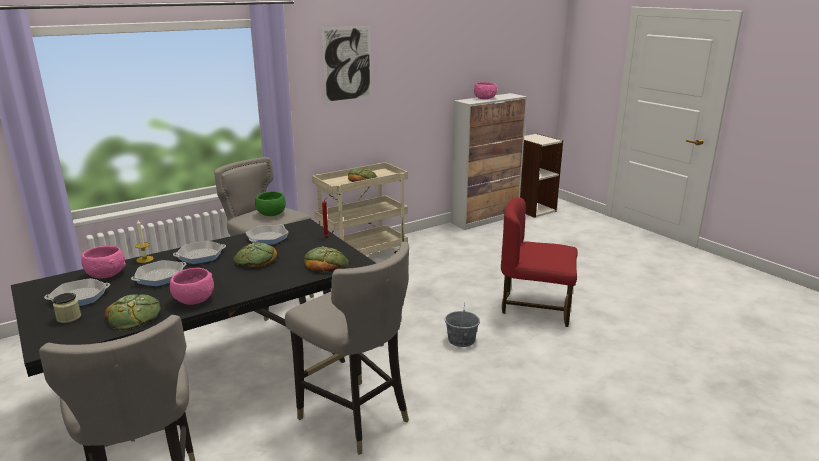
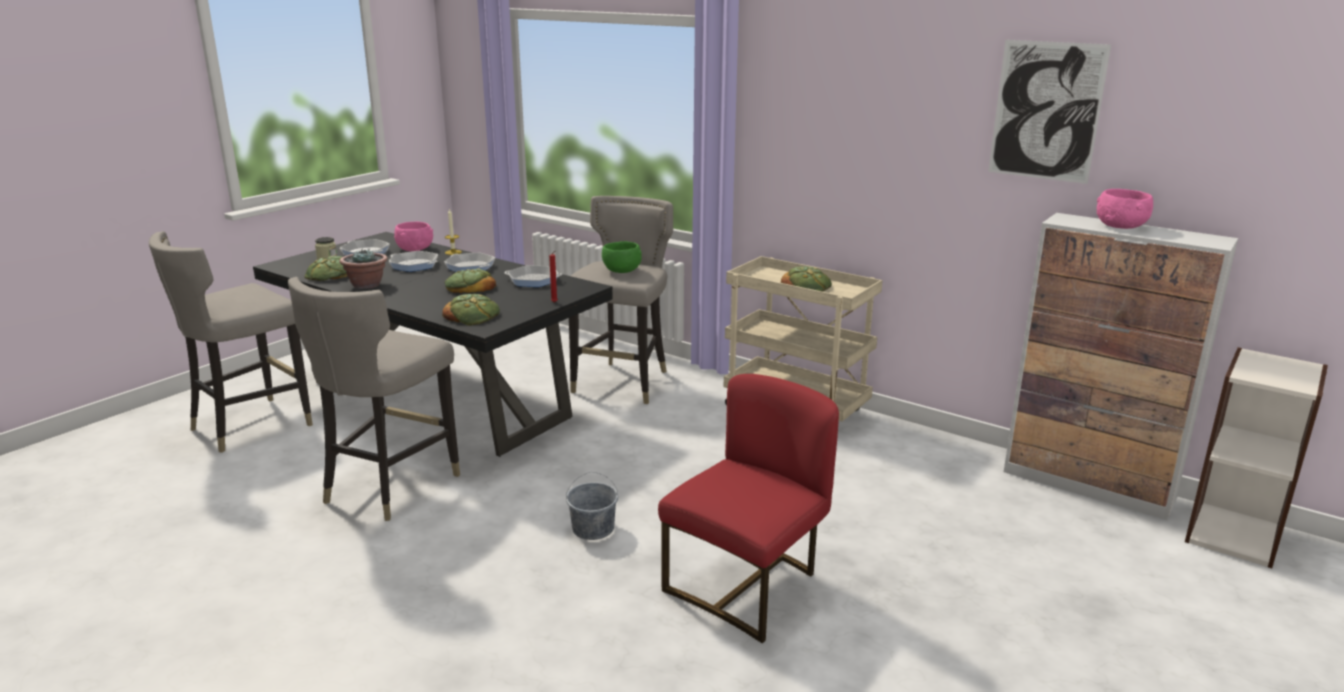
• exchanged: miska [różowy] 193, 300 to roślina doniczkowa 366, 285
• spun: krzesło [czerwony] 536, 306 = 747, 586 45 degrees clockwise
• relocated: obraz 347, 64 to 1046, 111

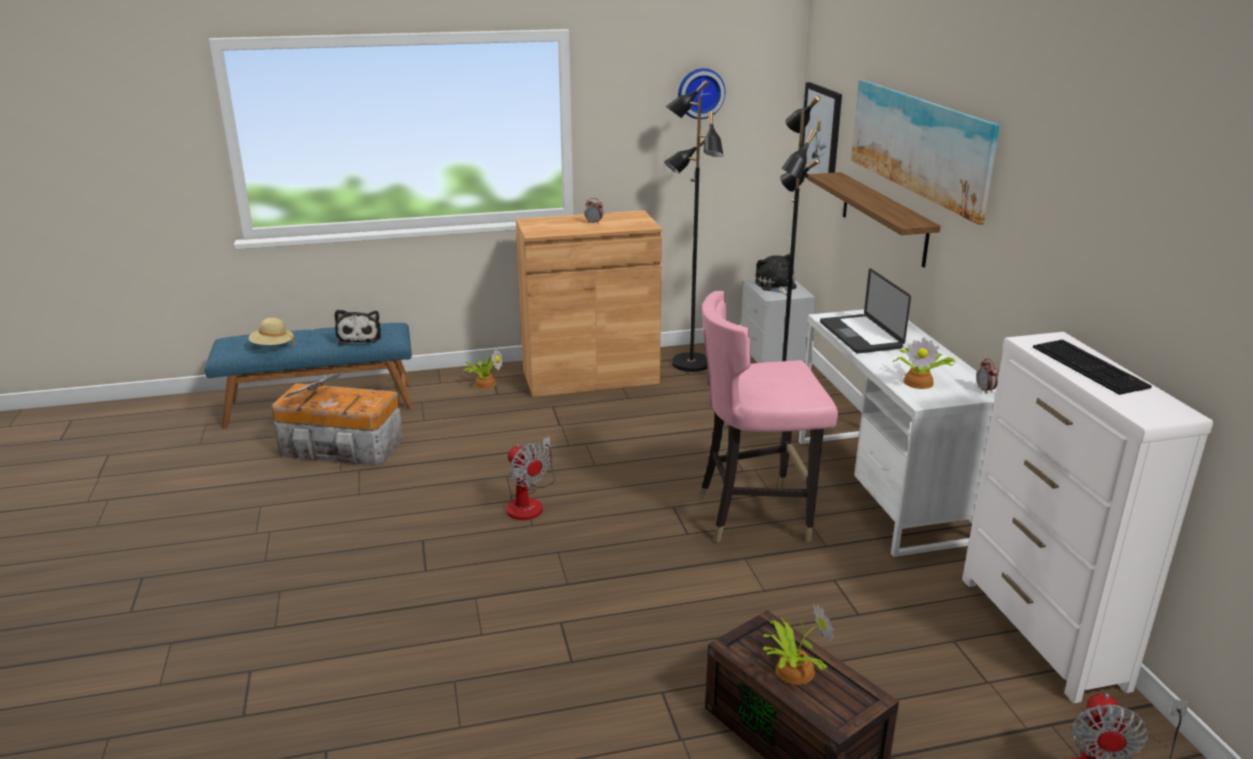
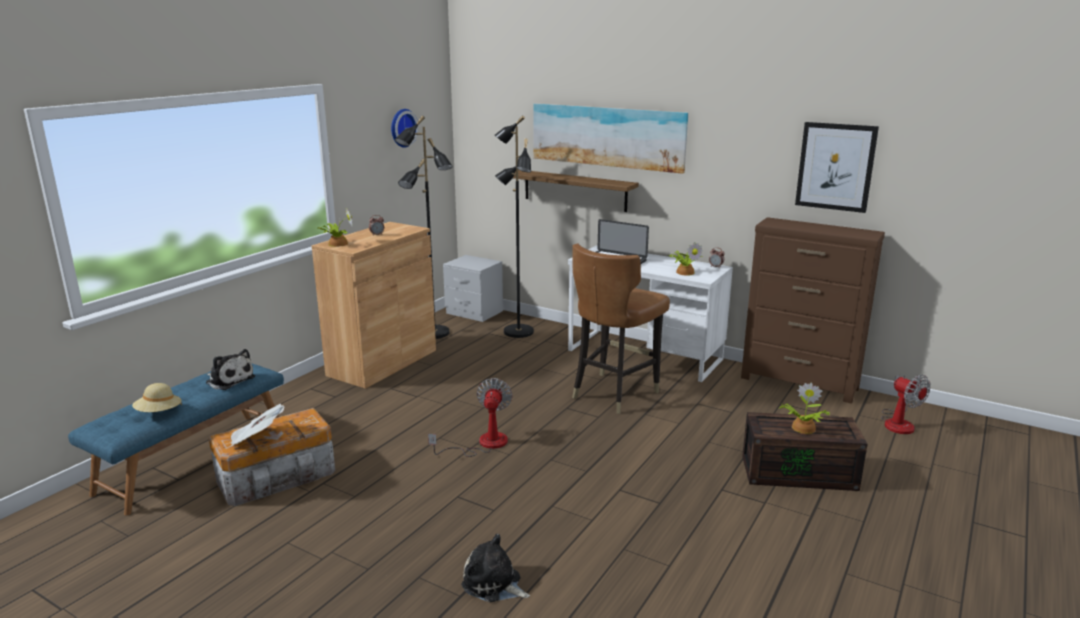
• relocated: roślina doniczkowa 485, 383 to 337, 244
• spun: wentylator 529, 502 = 483, 444 90 degrees counterclockwise
• relocated: pluszak 776, 286 to 494, 584
• colour: krzesło [różowy] 755, 515 to krzesło [brązowy] 613, 393
• colour: komoda [biały] 1041, 632 to komoda [brązowy] 799, 384
• relocated: obraz 821, 135 to 835, 166
• missing: klawiatura 1091, 367

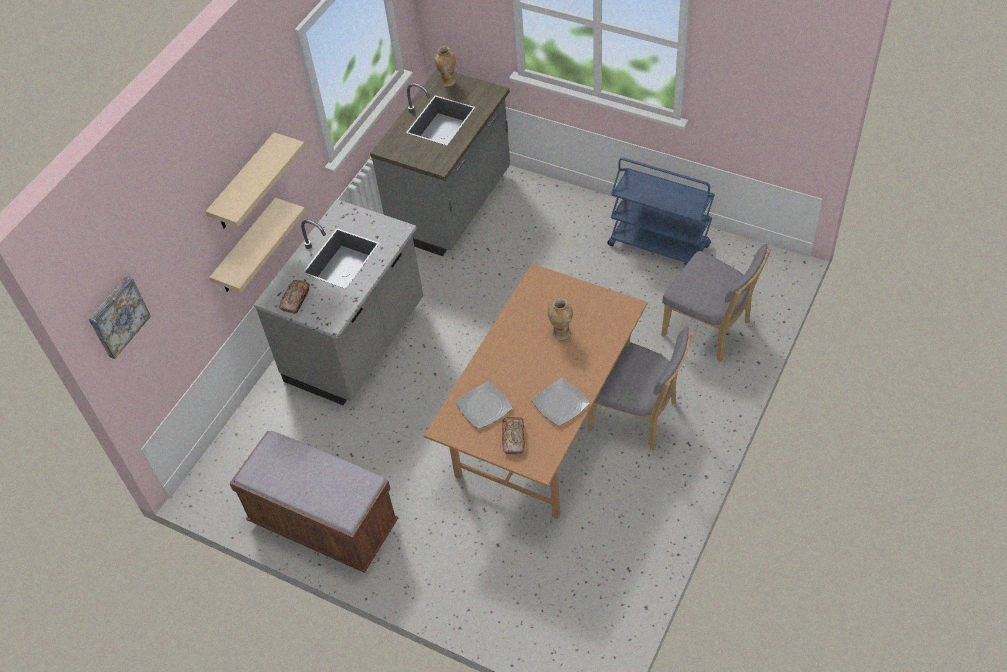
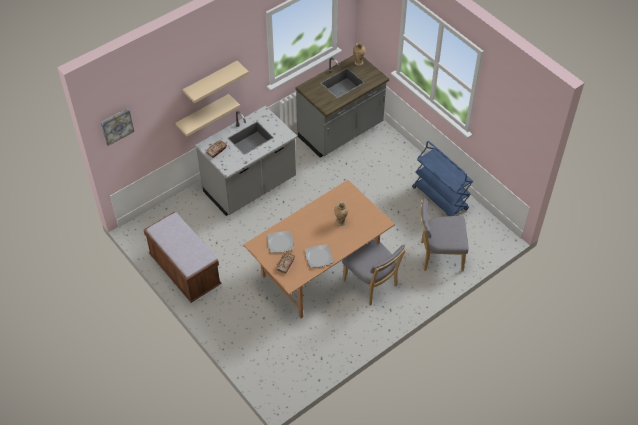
• spun: krzesło [szary] 709, 330 = 439, 256 120 degrees clockwise

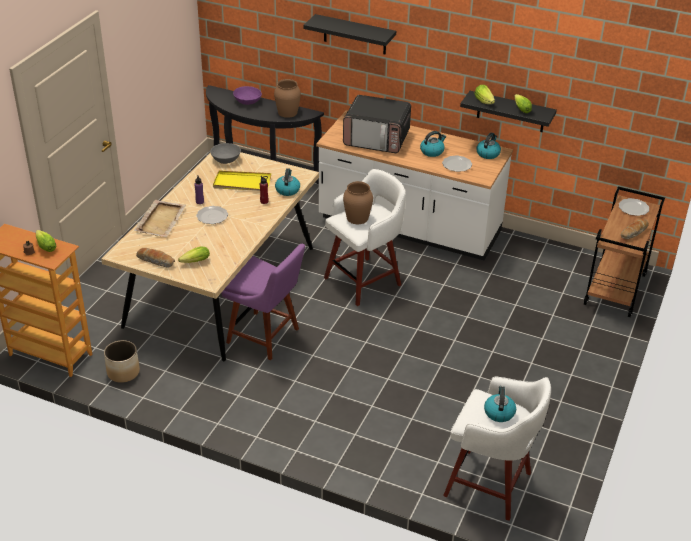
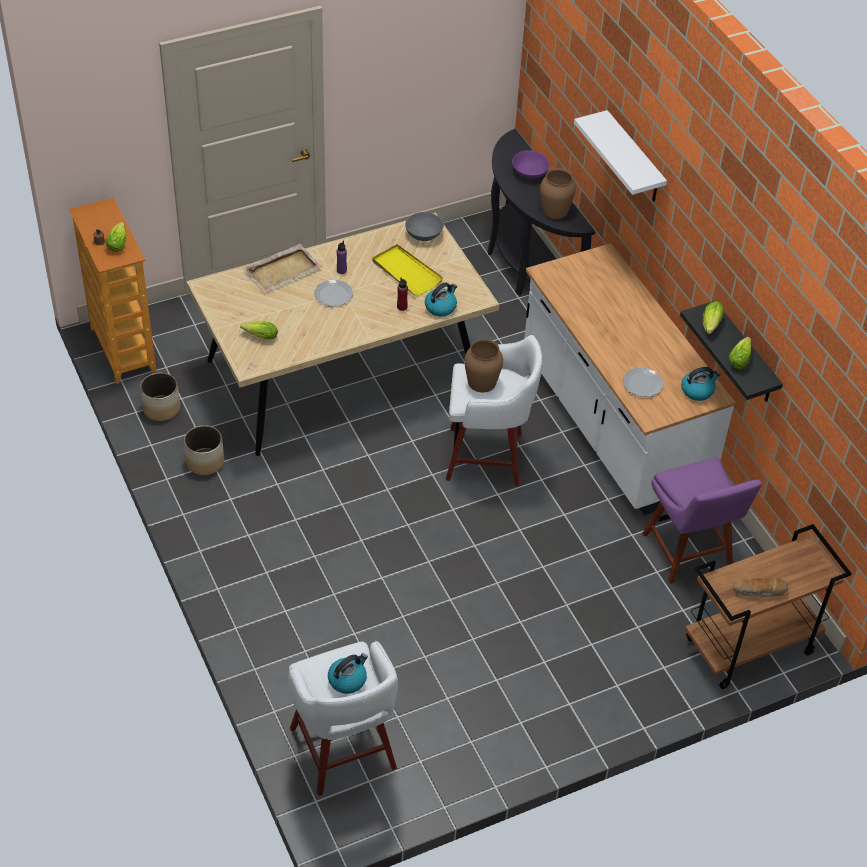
• appeared: donica 204, 462
• colour: półka [czarny] 355, 35 to półka [biały] 634, 159
• relocated: krzesło [fioletowy] 266, 337 to 689, 553
• missing: chleb 156, 261
• missing: mikrofalówka 377, 139
• missing: czajnik 432, 151
• missing: talerz 634, 208

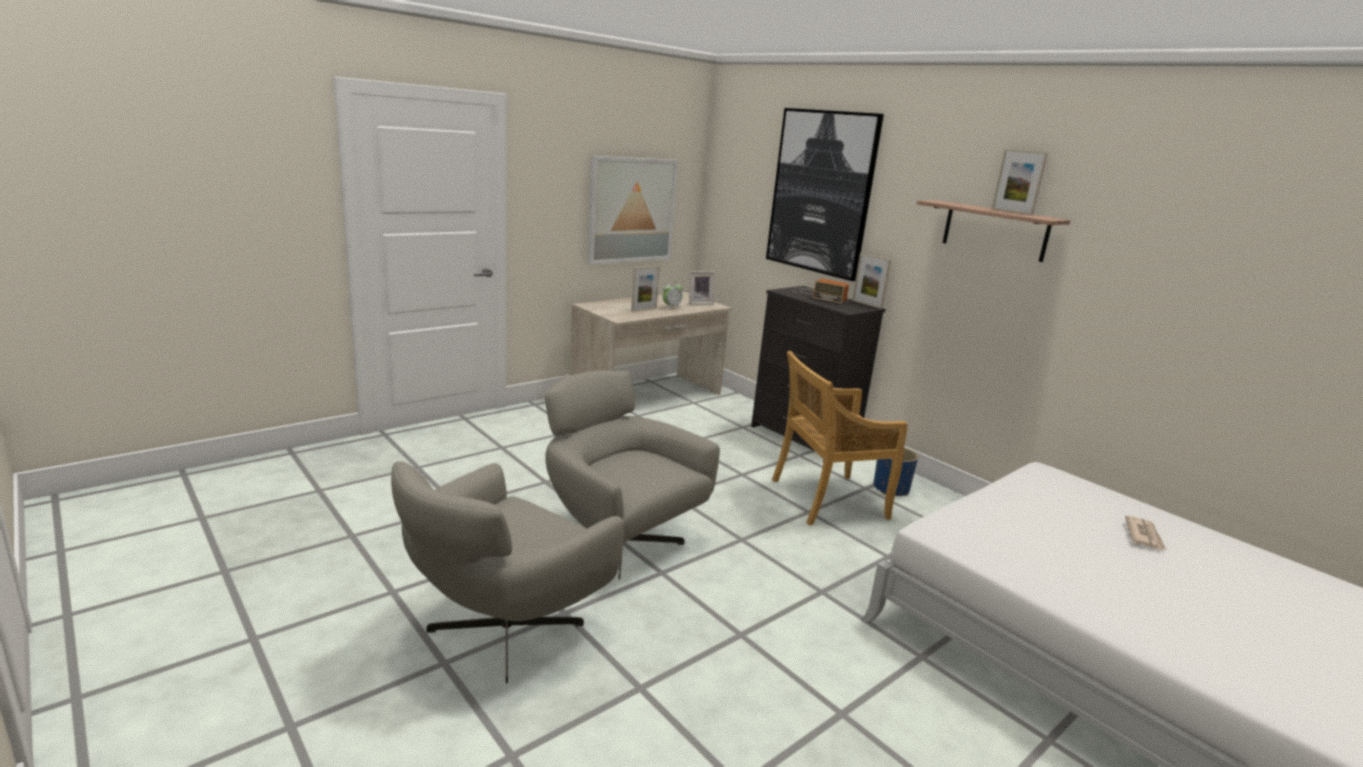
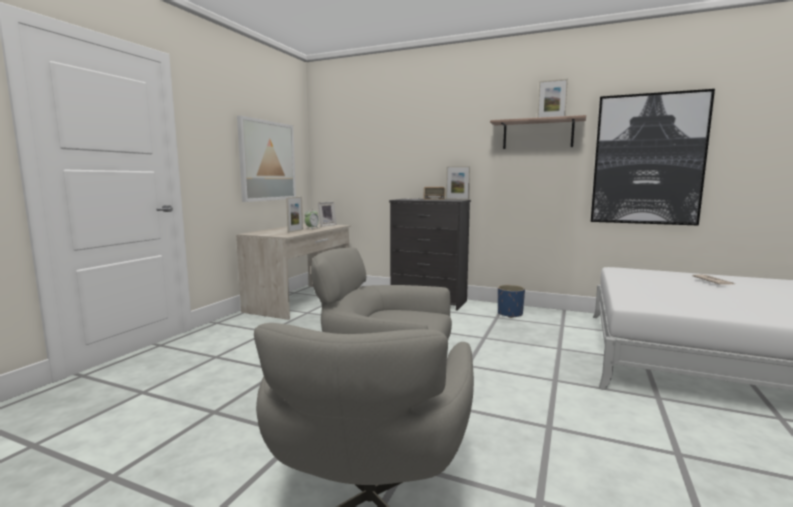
• relocated: obraz 821, 192 to 647, 160
• missing: krzesło [beżowy] 826, 499

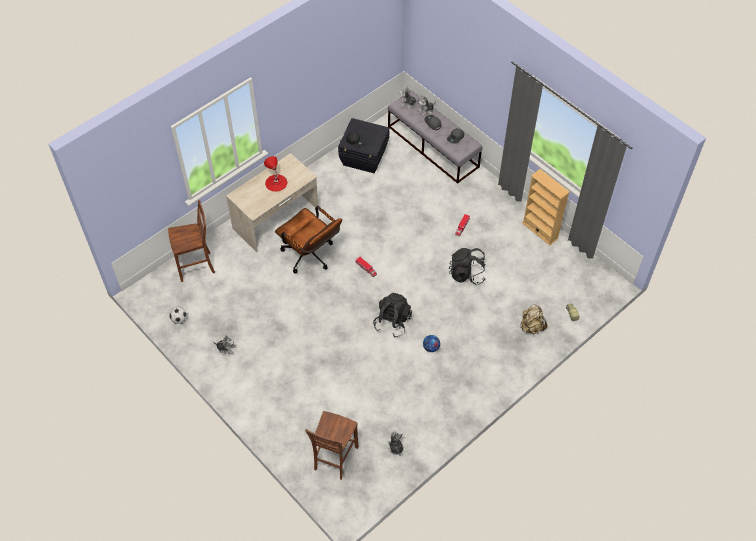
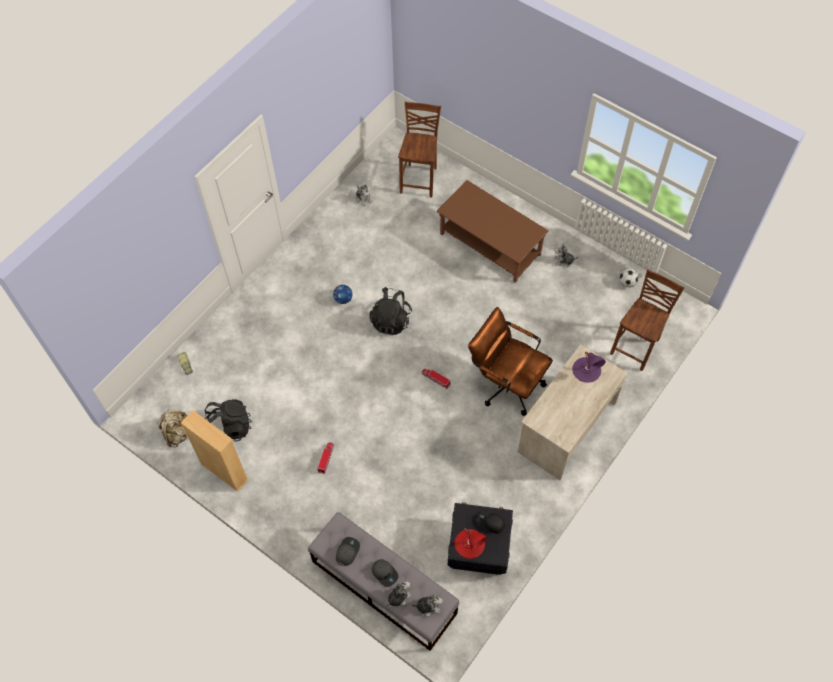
• relocated: plecak [beżowy] 531, 327 to 177, 433
• relocated: plecak [czarny] 467, 274 to 229, 428
• appeared: ława [brązowy] 490, 245
• relocated: lampa stołowa [czerwony] 276, 182 to 469, 543
• appeared: lampa stołowa [fioletowy] 587, 369
• spun: krzesło [brązowy] 196, 266 = 636, 347 150 degrees clockwise

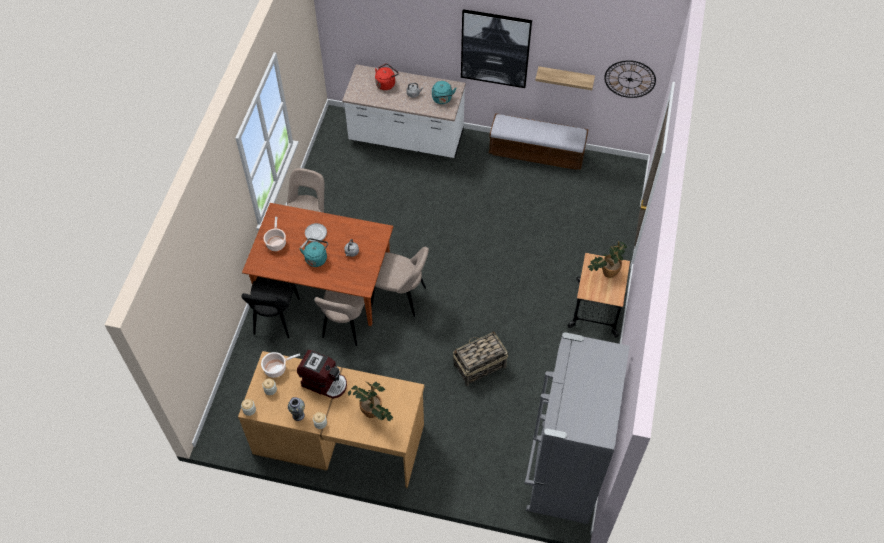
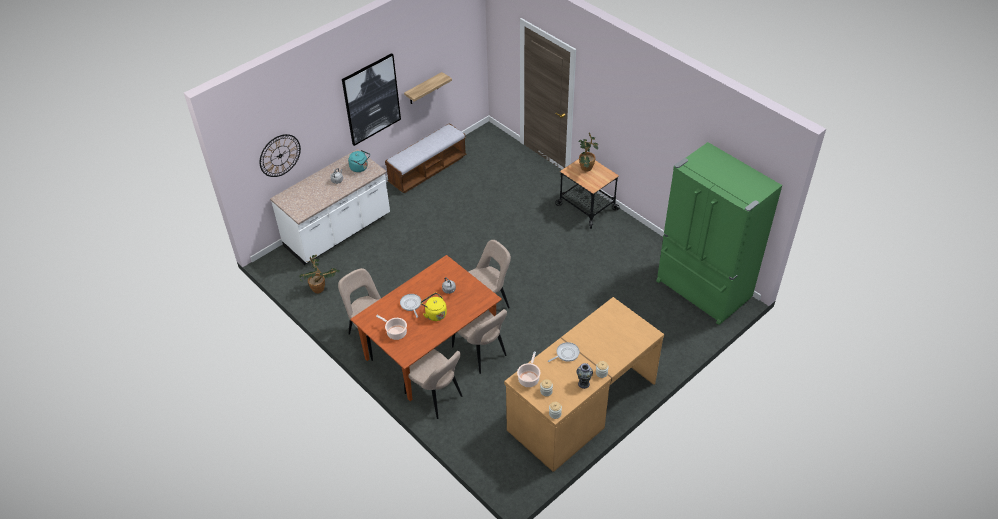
• relocated: zegar ścienny 630, 79 to 280, 155
• relocated: roślina doniczkowa 373, 414 to 321, 289
• colour: krzesło [czarny] 275, 319 to krzesło [beżowy] 435, 396
• colour: czajnik [turkusowy] 316, 258 to czajnik [żółty] 435, 314
• exchanged: ekspres do kawy 324, 382 to patelnia 566, 354
• colour: lodówka [szary] 562, 472 to lodówka [zielony] 702, 290
• missing: czajnik [czerwony] 386, 83
• missing: koszyk 479, 366

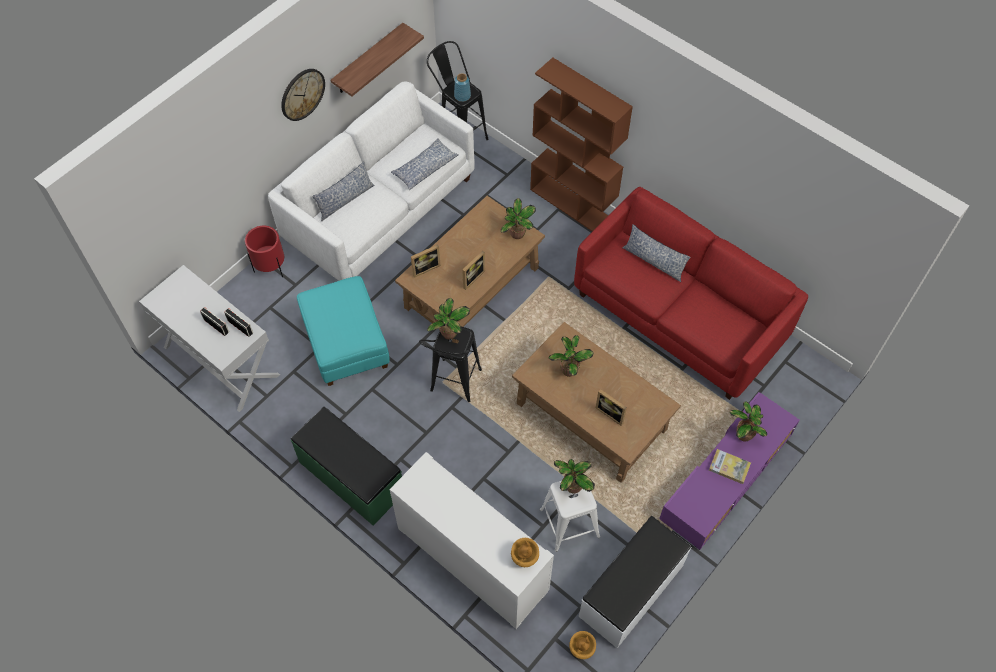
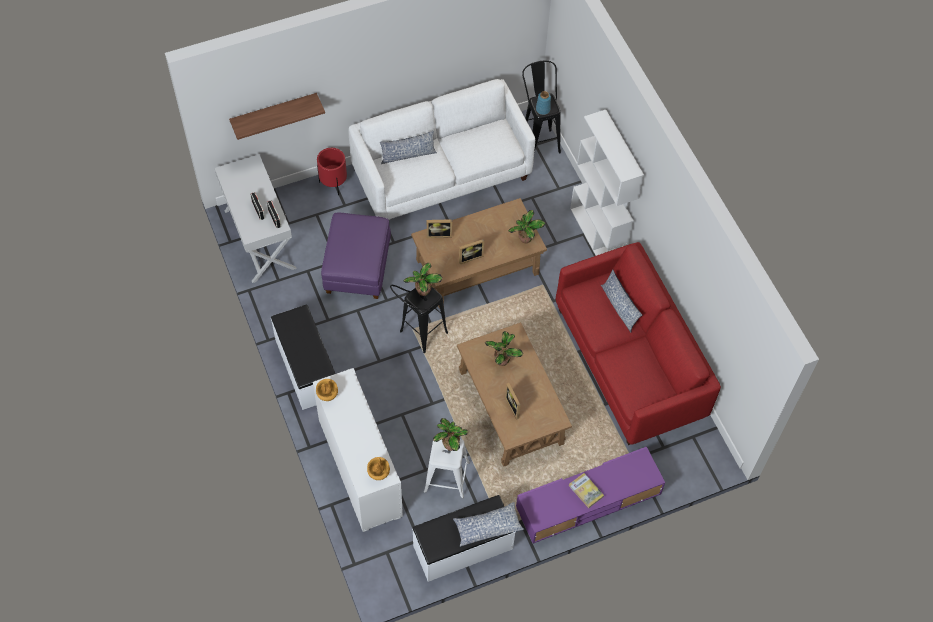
• relocated: półka 368, 59 to 274, 112
• colour: ławka [zielony] 351, 478 to ławka [biały] 306, 368
• relocated: wazon [brązowy] 581, 649 to 327, 396
• colour: pufa [turkusowy] 347, 344 to pufa [fioletowy] 358, 268
• relocated: poduszka 424, 168 to 487, 527
• colour: regał [brązowy] 573, 205 to regał [biały] 597, 236
• missing: zegar ścienny 302, 94
• missing: roślina doniczkowa 743, 434

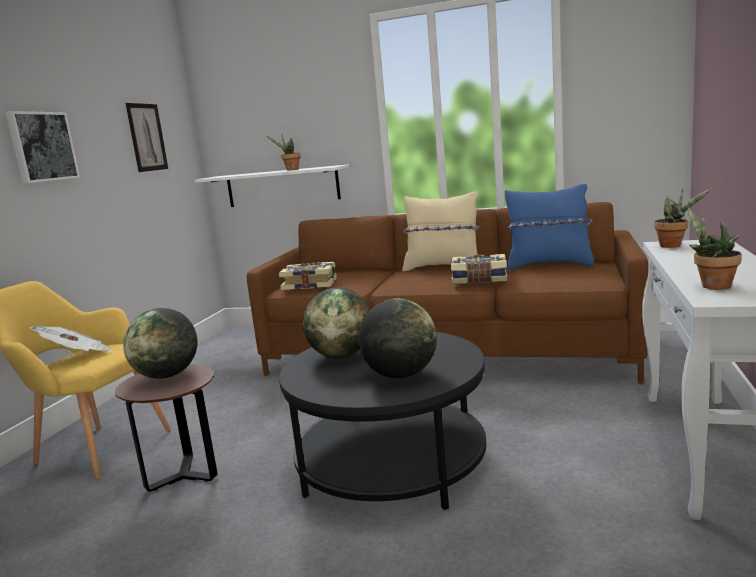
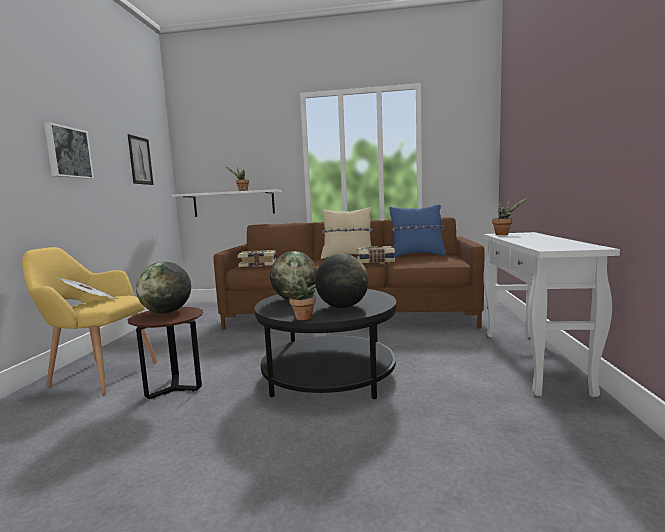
• relocated: roślina doniczkowa 711, 286 to 301, 317

